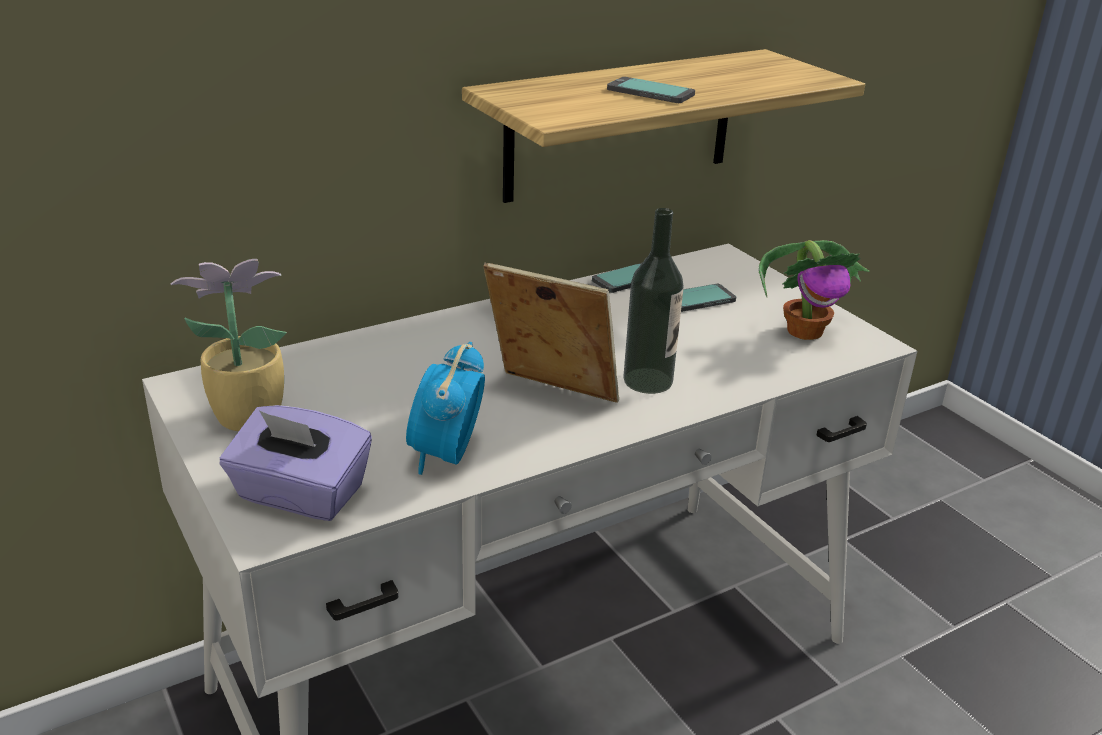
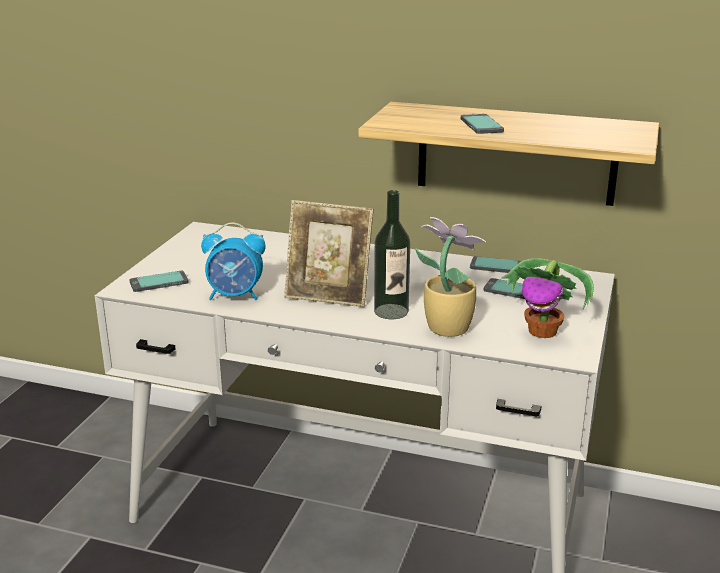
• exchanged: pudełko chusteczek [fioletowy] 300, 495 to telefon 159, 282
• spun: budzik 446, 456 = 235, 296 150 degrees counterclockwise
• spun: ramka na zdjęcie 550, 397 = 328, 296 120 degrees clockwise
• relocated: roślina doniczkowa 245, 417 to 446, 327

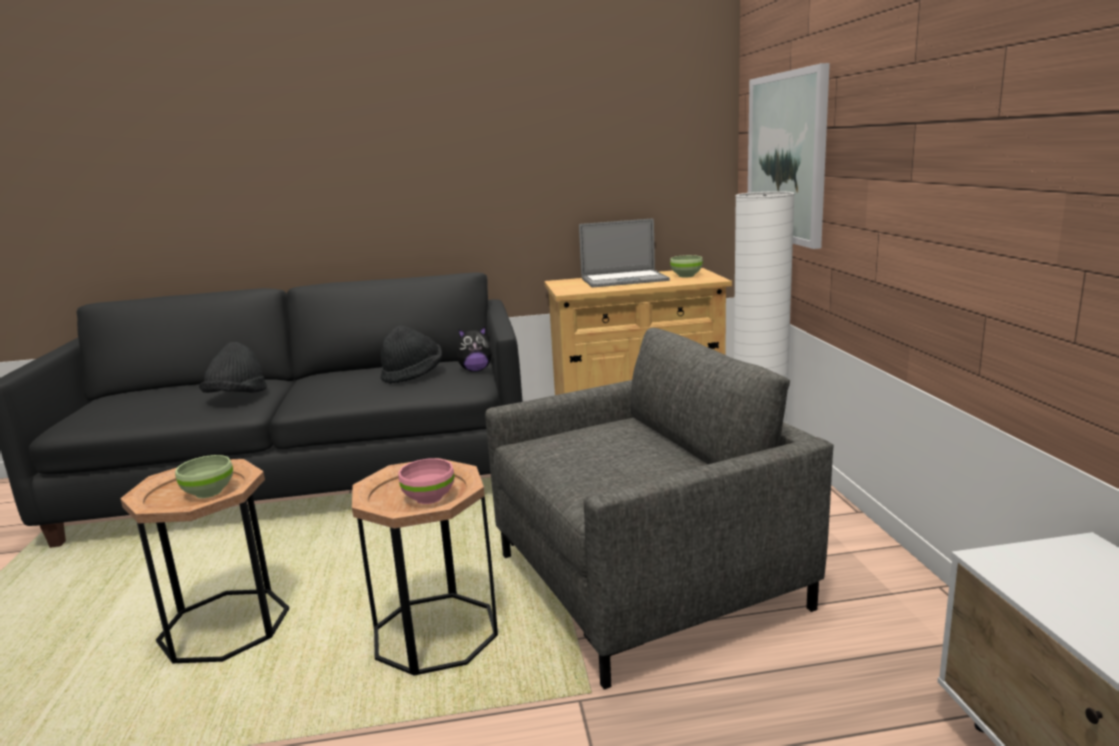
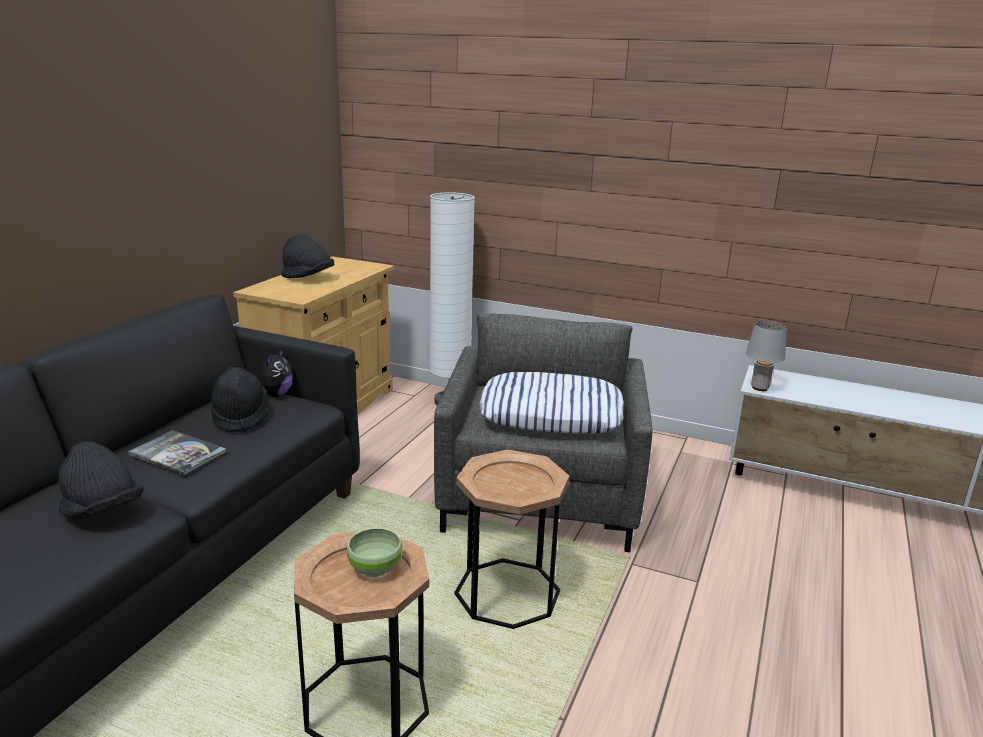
• appeared: książka 178, 454
• exchanged: laptop 624, 279 to kapelusz [czarny] 308, 278
• appeared: poduszka 551, 413
• appeared: lampa stołowa [szary] 760, 388
• missing: miska [różowy] 428, 498
• missing: miska [zielony] 686, 276
• missing: obraz 786, 157

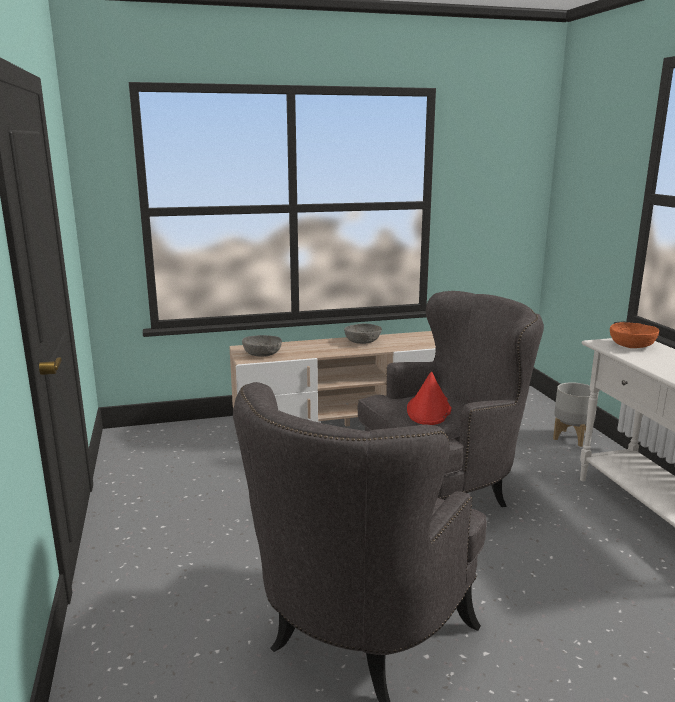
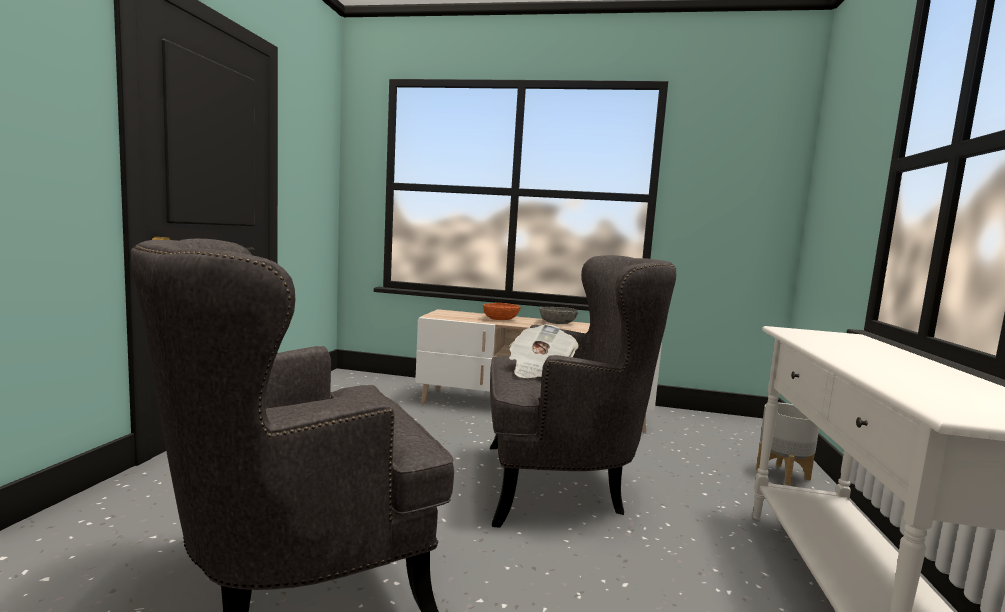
• relocated: miska [pomarańczowy] 631, 345 to 500, 319
• exchanged: kapelusz [czerwony] 429, 410 to gazeta 539, 370
• missing: miska [szary] 262, 354

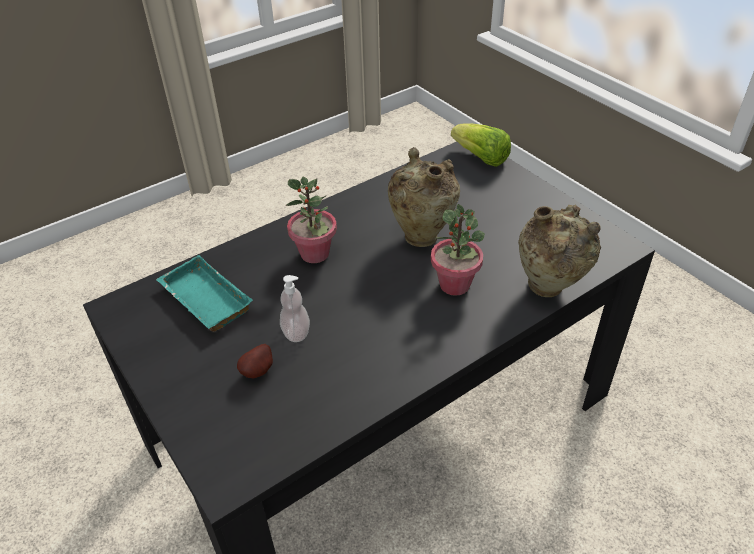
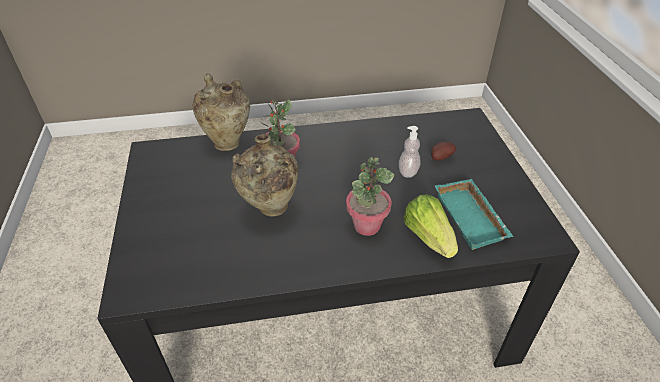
• relocated: sałata 481, 158 to 428, 237

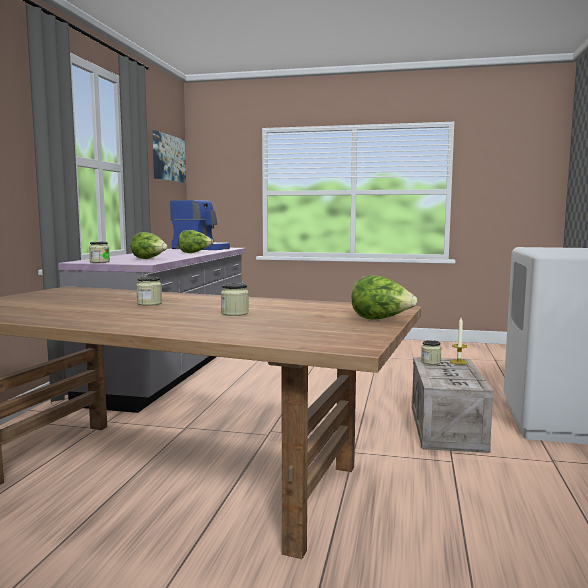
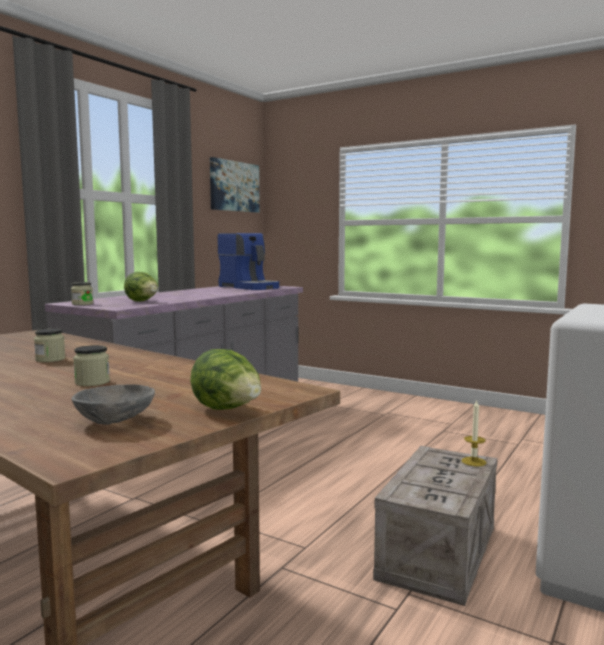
• appeared: miska [szary] 116, 421
• missing: sałata 194, 253
• missing: słoik 430, 362

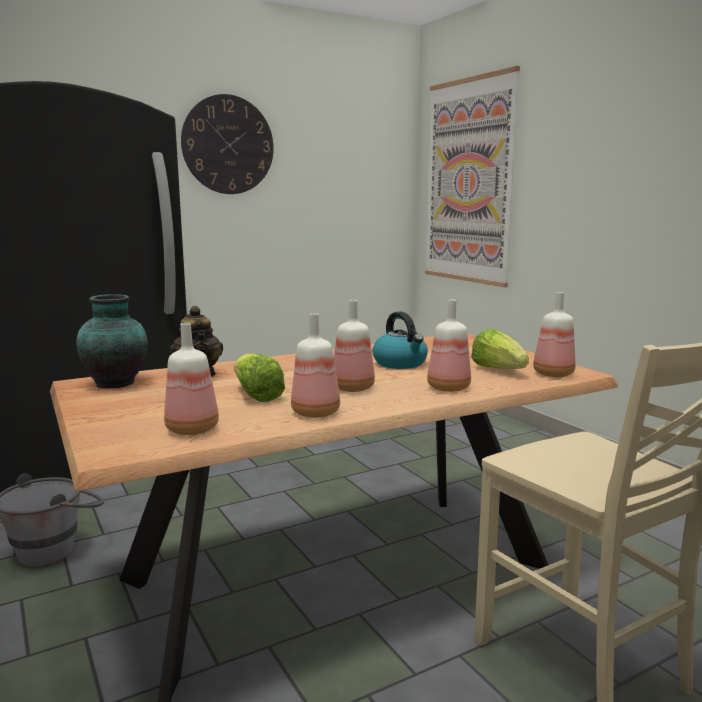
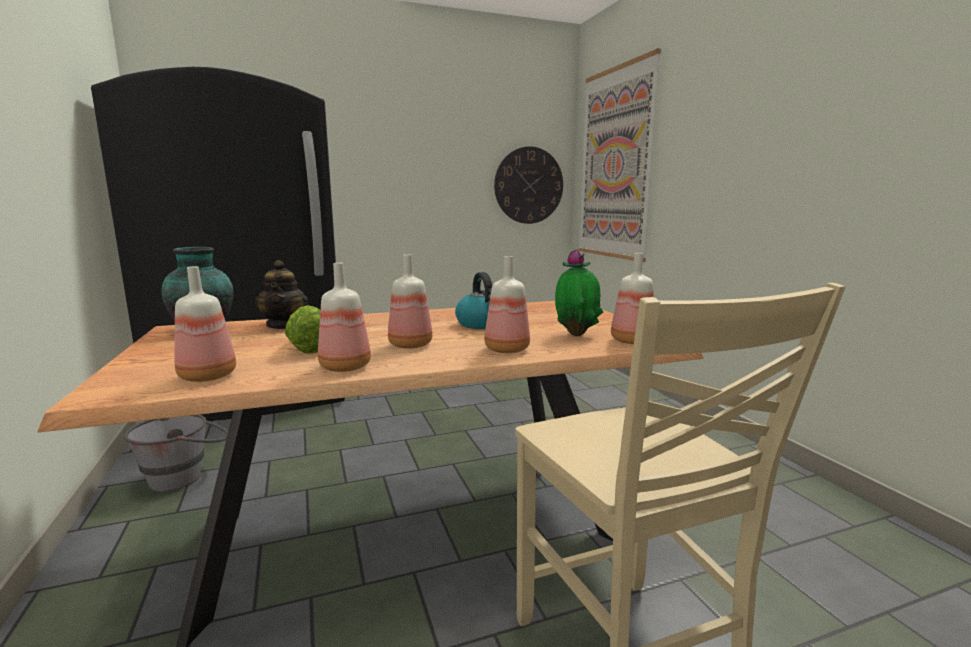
• relocated: zegar ścienny 228, 145 to 529, 185
• exchanged: sałata 498, 370 to roślina doniczkowa 576, 334

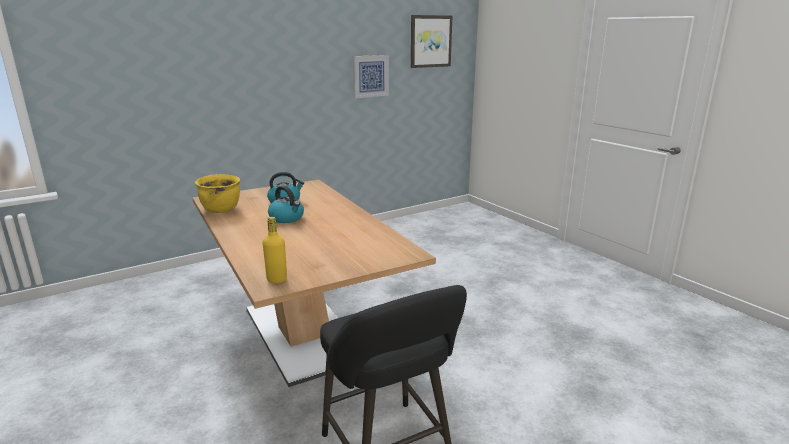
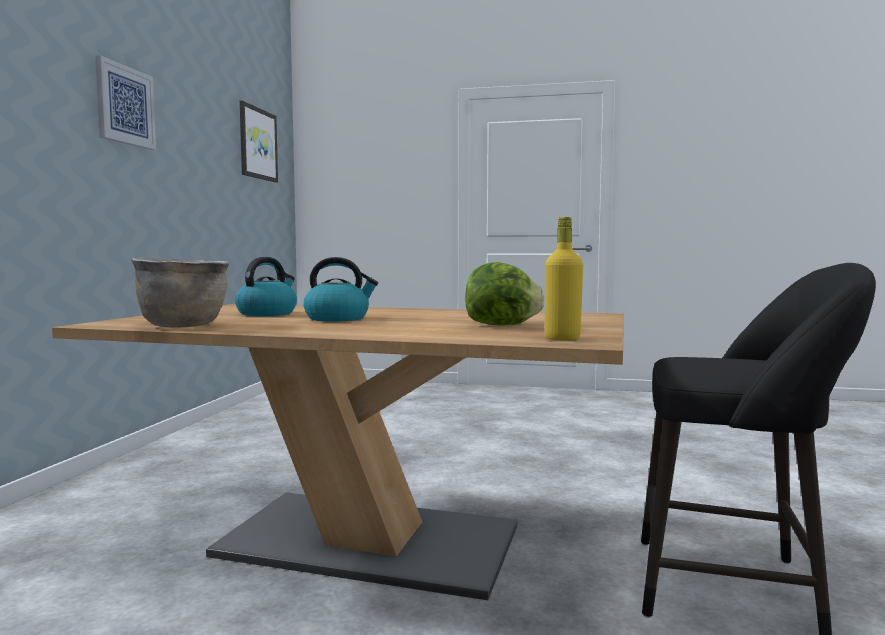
• relocated: obraz 370, 76 to 125, 105
• colour: garnek [żółty] 221, 209 to garnek [brązowy] 184, 325
• appeared: sałata 502, 325

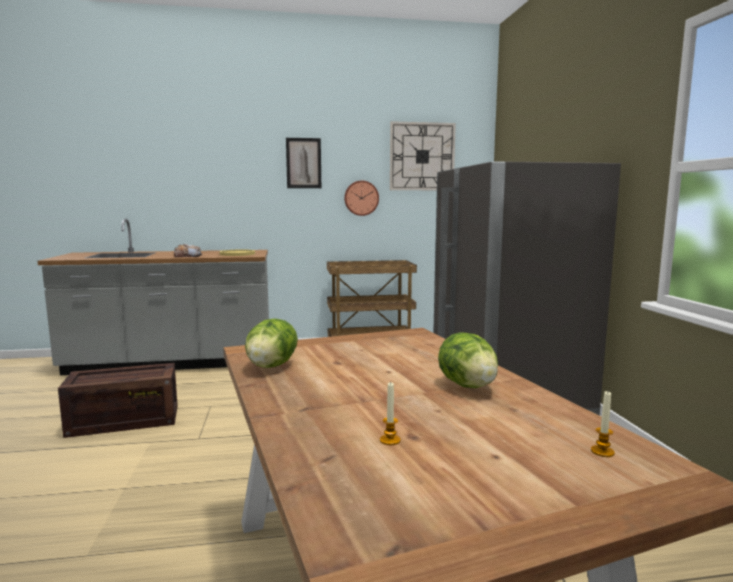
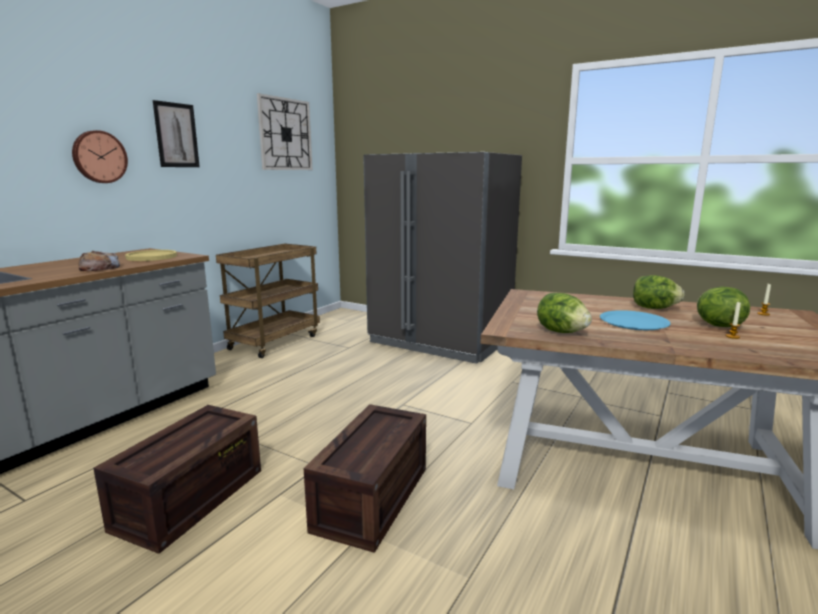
• relocated: zegar ścienny 361, 198 to 99, 157
• appeared: skrzynka 371, 496
• appeared: talerz [niebieski] 633, 322
• appeared: sałata 717, 325

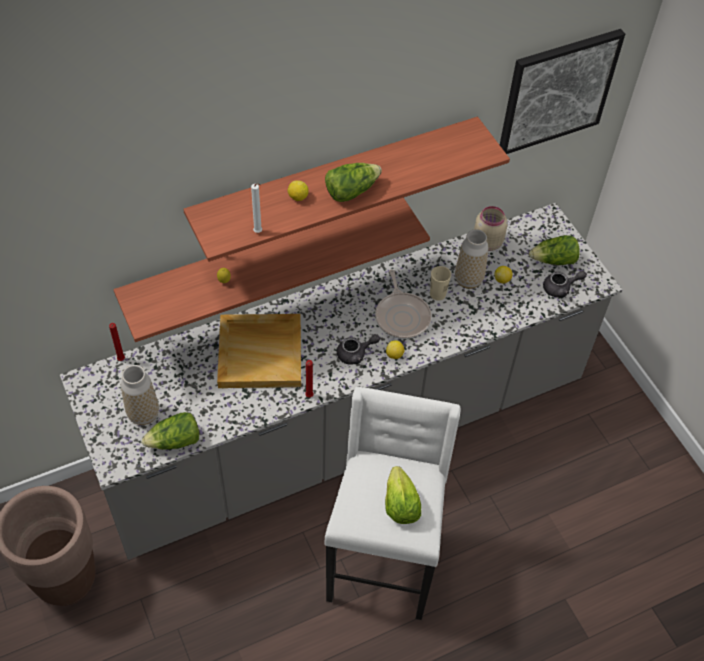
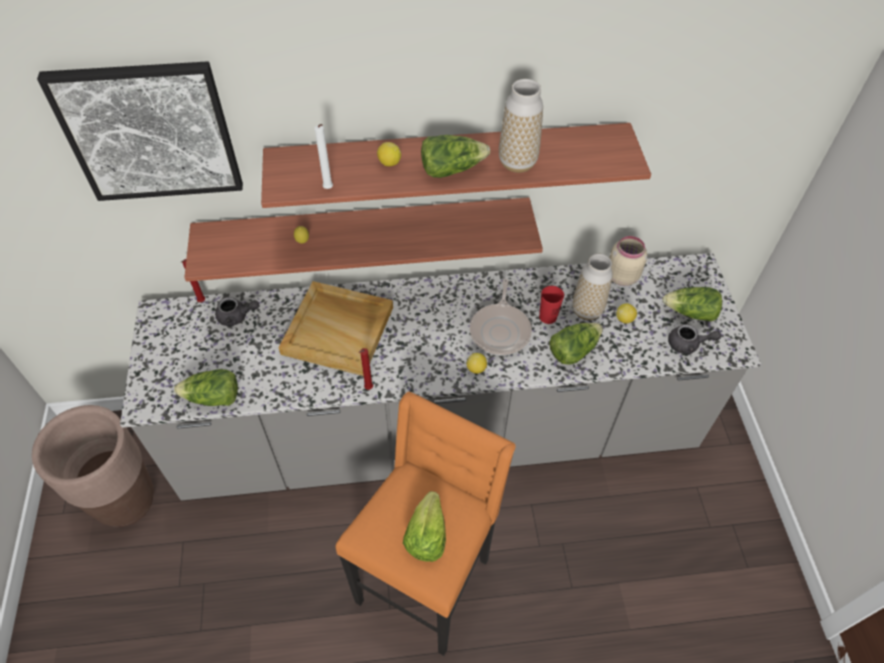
• relocated: obraz 557, 91 to 150, 132
• relocated: imbryk [szary] 355, 354 to 237, 317
• colour: stołek [biały] 382, 562 to stołek [pomarańczowy] 426, 579
• relocated: wazon 143, 414 to 517, 163
• colour: filiżanka [beżowy] 437, 294 to filiżanka [czerwony] 548, 317
• appeared: sałata 573, 350

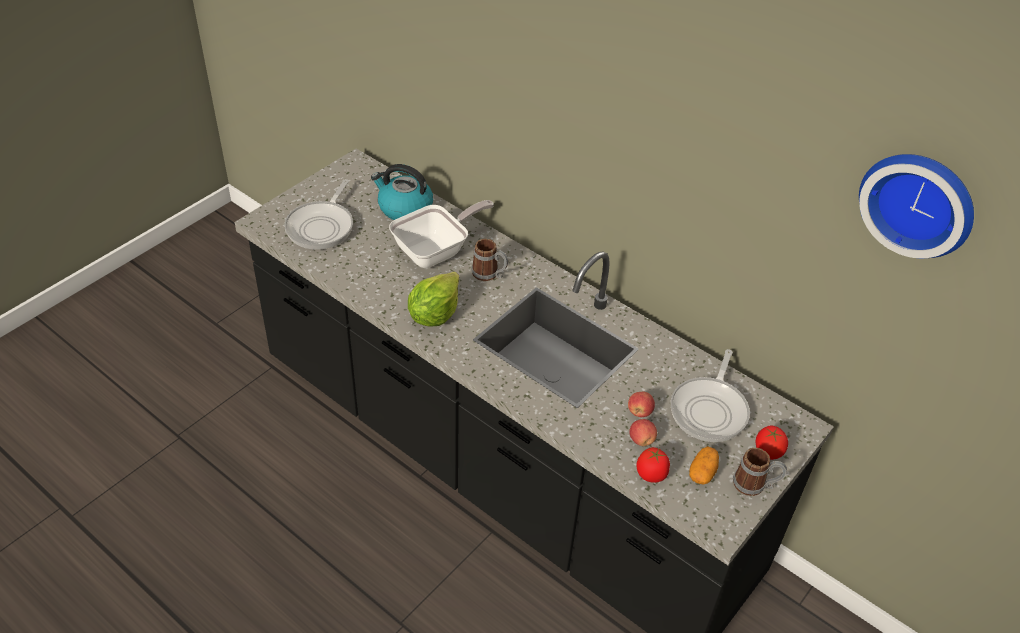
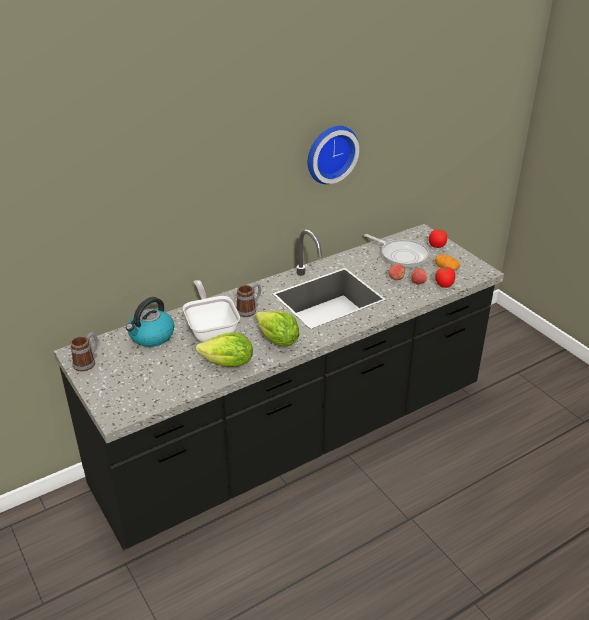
• relocated: kubek 755, 485 to 88, 362
• appeared: sałata 228, 364
• relocated: zegar ścienny 919, 202 to 330, 153
• missing: patelnia 322, 226

